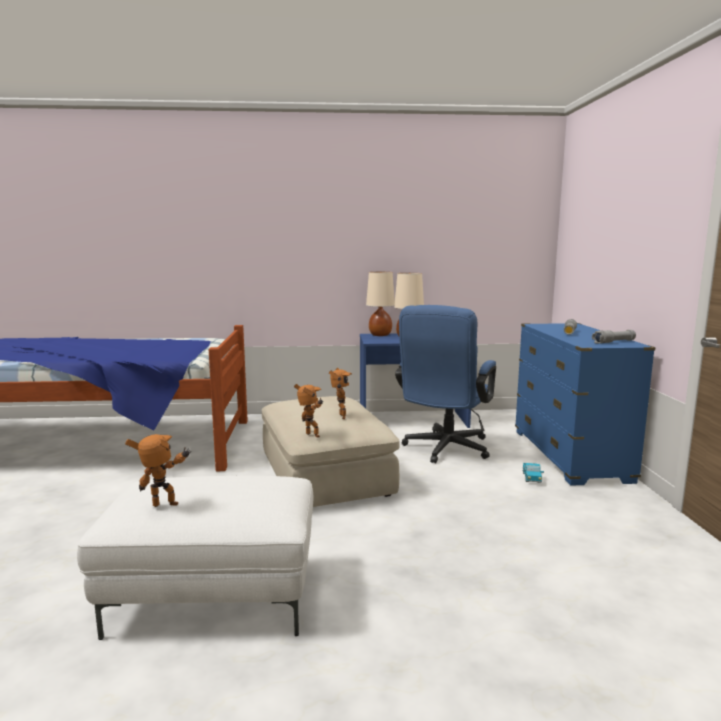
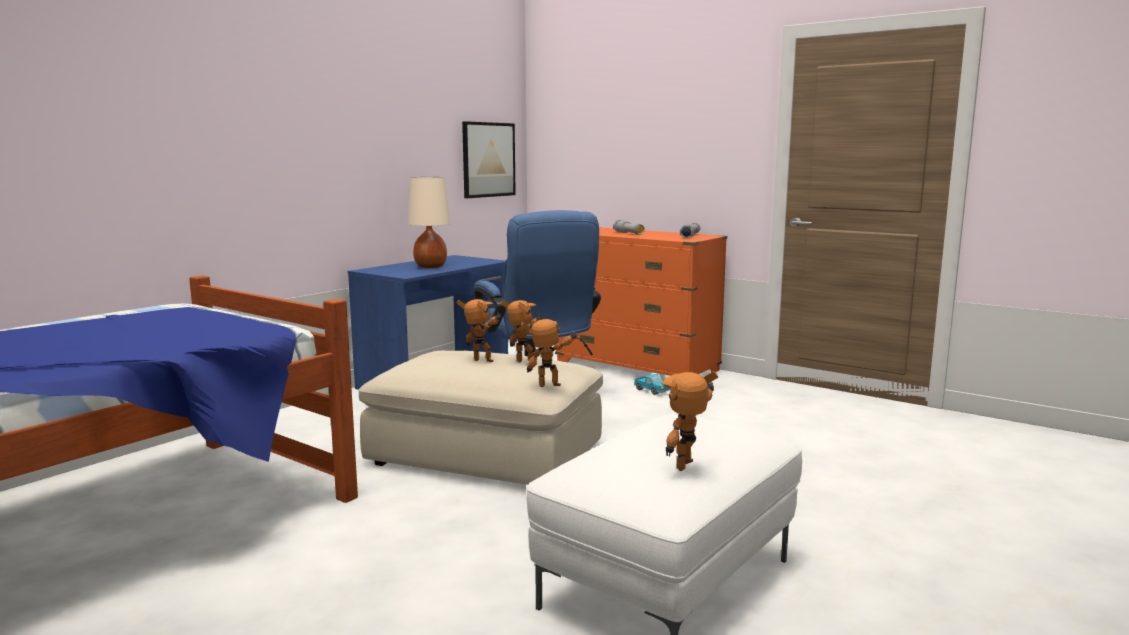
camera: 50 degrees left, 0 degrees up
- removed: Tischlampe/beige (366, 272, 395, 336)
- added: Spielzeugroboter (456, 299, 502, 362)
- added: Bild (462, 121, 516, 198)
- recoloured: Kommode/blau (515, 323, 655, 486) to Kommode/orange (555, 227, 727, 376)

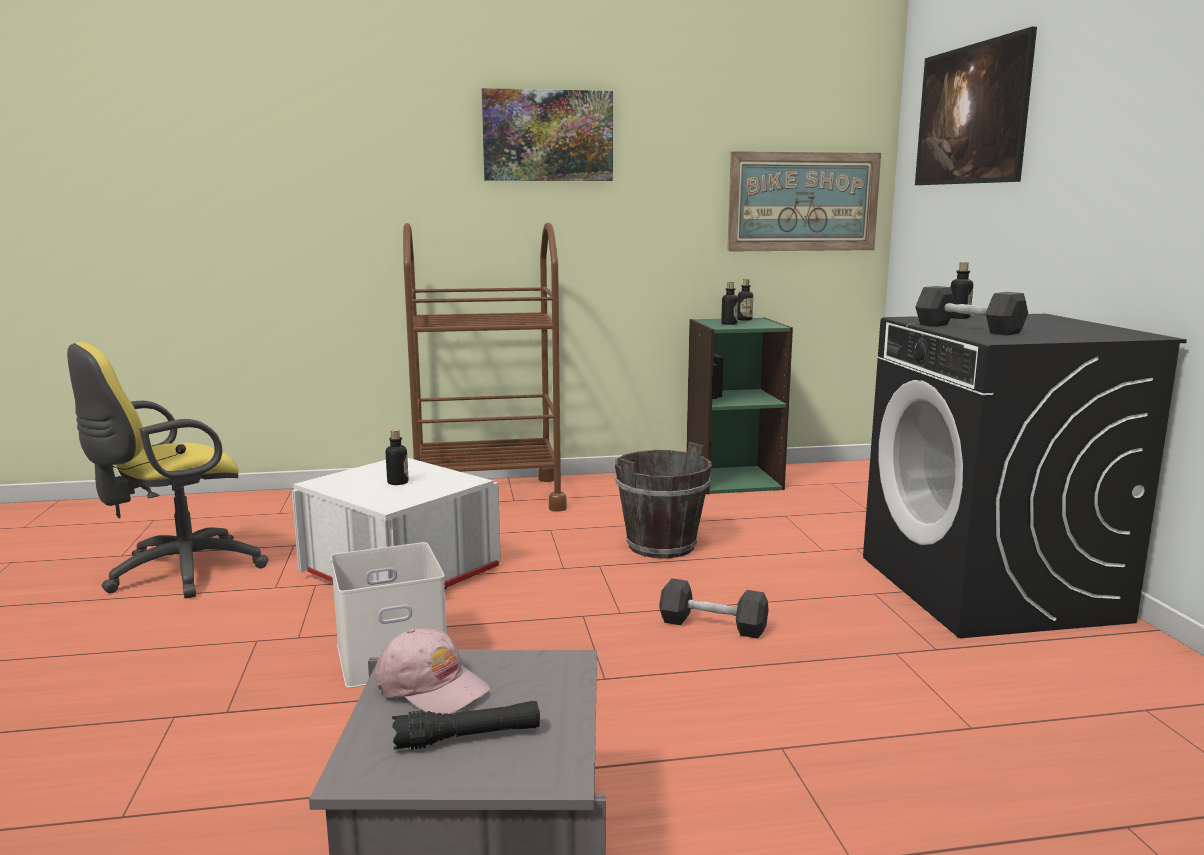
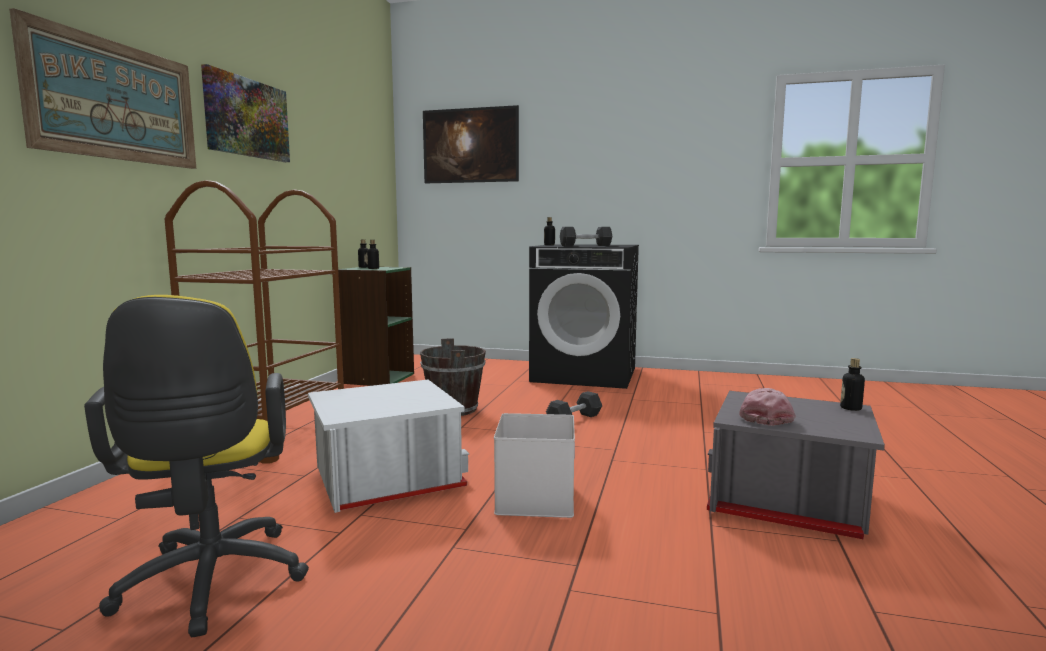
camera: 65 degrees left, 5 degrees down
- removed: Taschenlampe/schwarz (392, 701, 540, 750)
- moved: Flasche (386, 429, 409, 485) to (840, 358, 865, 411)
- moved: Bild (727, 151, 881, 252) to (9, 8, 196, 169)
- turned: Kappe/rosa (374, 628, 490, 714) = (739, 388, 796, 426) 45 degrees counterclockwise

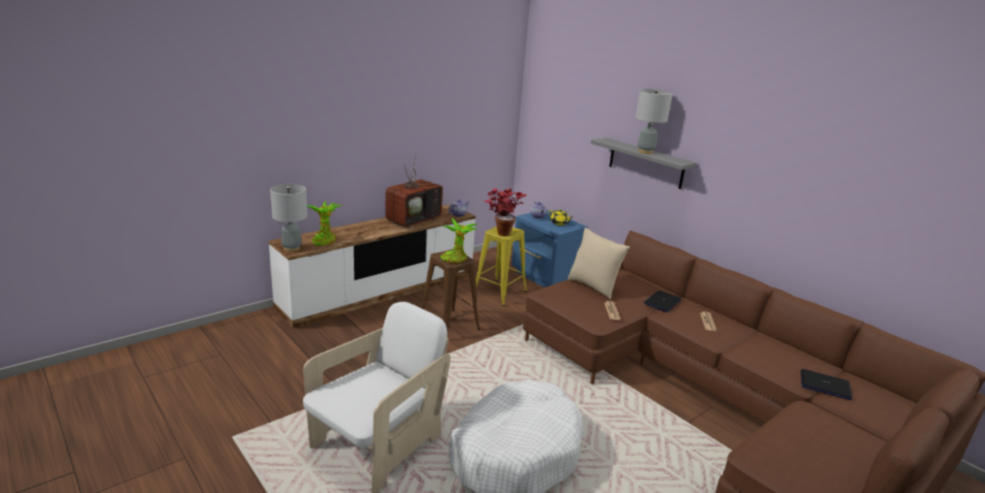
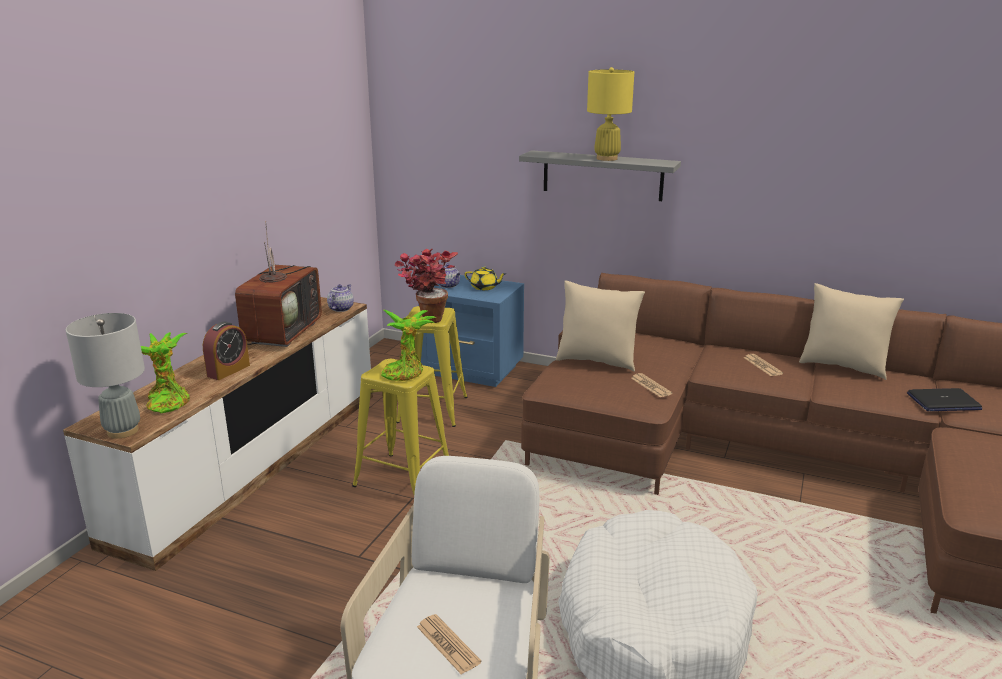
camera: 25 degrees left, 0 degrees up
- removed: Laptop (643, 291, 682, 312)
- added: Wecker (203, 322, 250, 380)
- added: Zeitung (417, 614, 482, 674)
- added: Kissen/beige (799, 283, 904, 380)
- recoloured: Hocker/braun (422, 249, 480, 333) to Hocker/gelb (352, 359, 449, 494)
- recoloured: Tischlampe/grau (635, 89, 672, 154) to Tischlampe/gelb (587, 67, 634, 161)

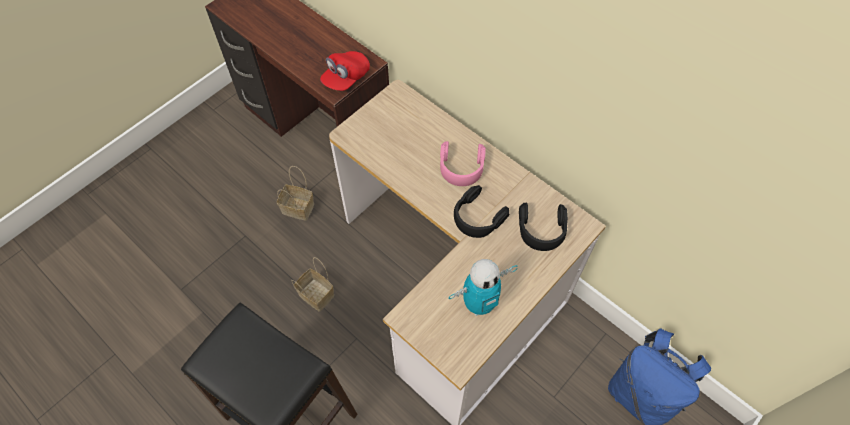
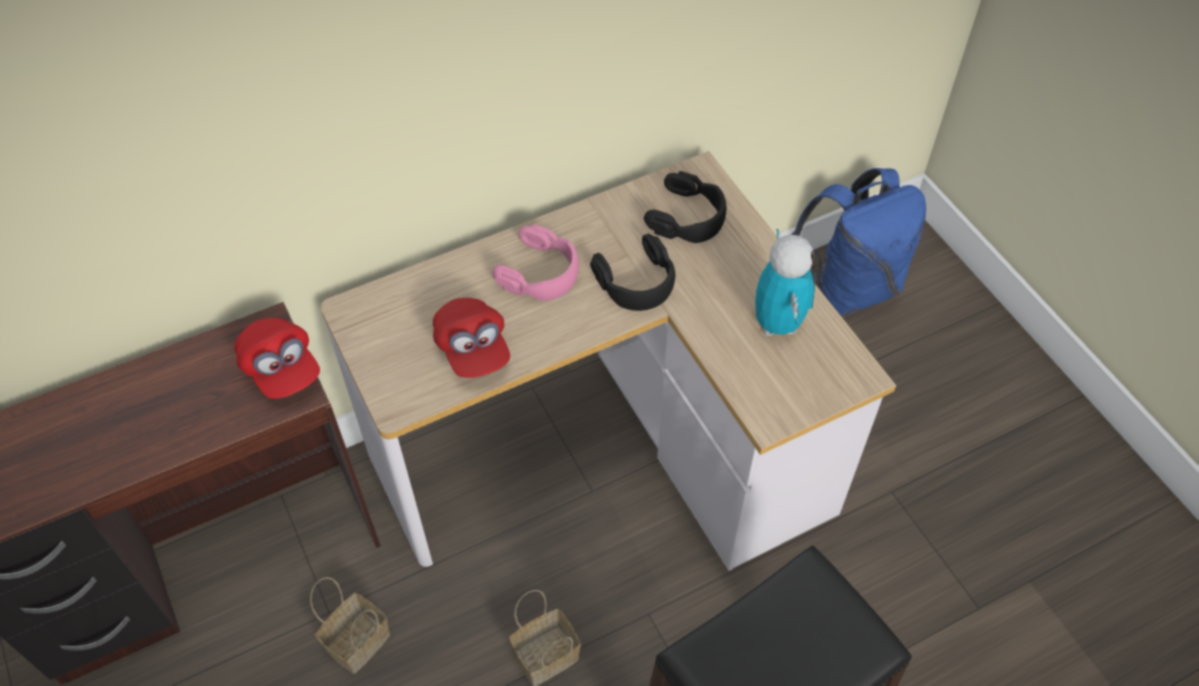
camera: 70 degrees left, 5 degrees down
- added: Kappe/rot (433, 298, 510, 378)

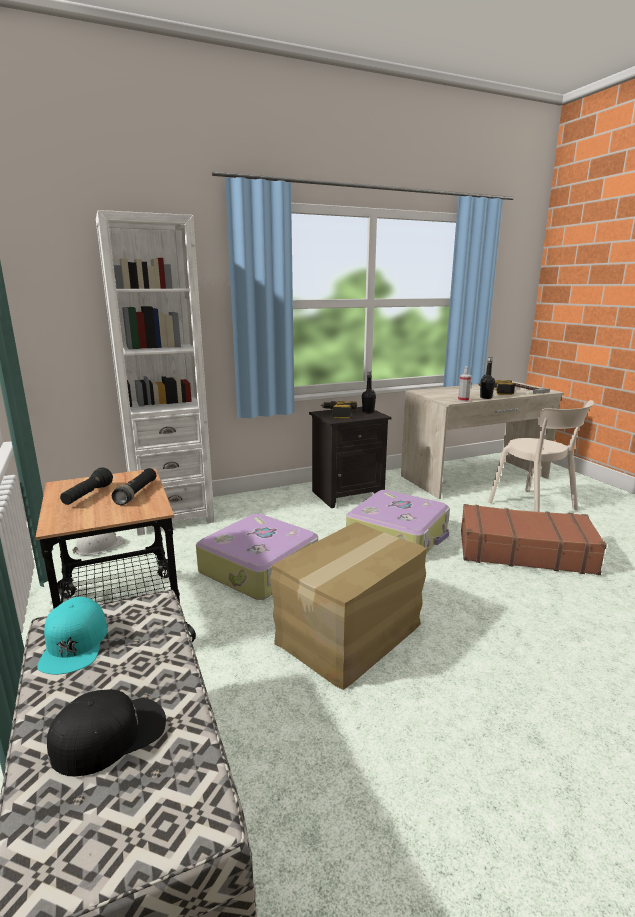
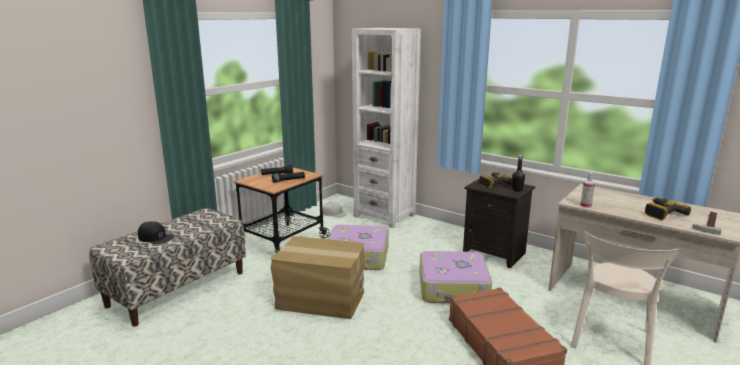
camera: 60 degrees right, 0 degrees up
- removed: Kappe/türkis (37, 597, 108, 675)
- removed: Flasche/schwarz (480, 357, 495, 399)

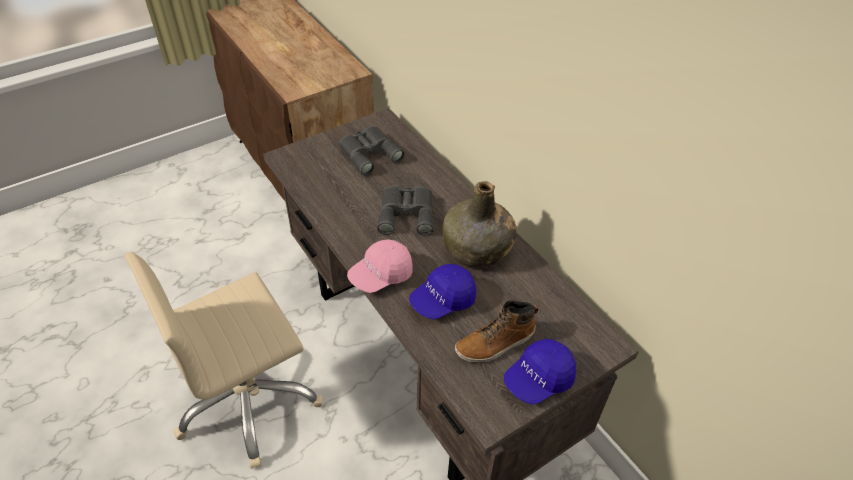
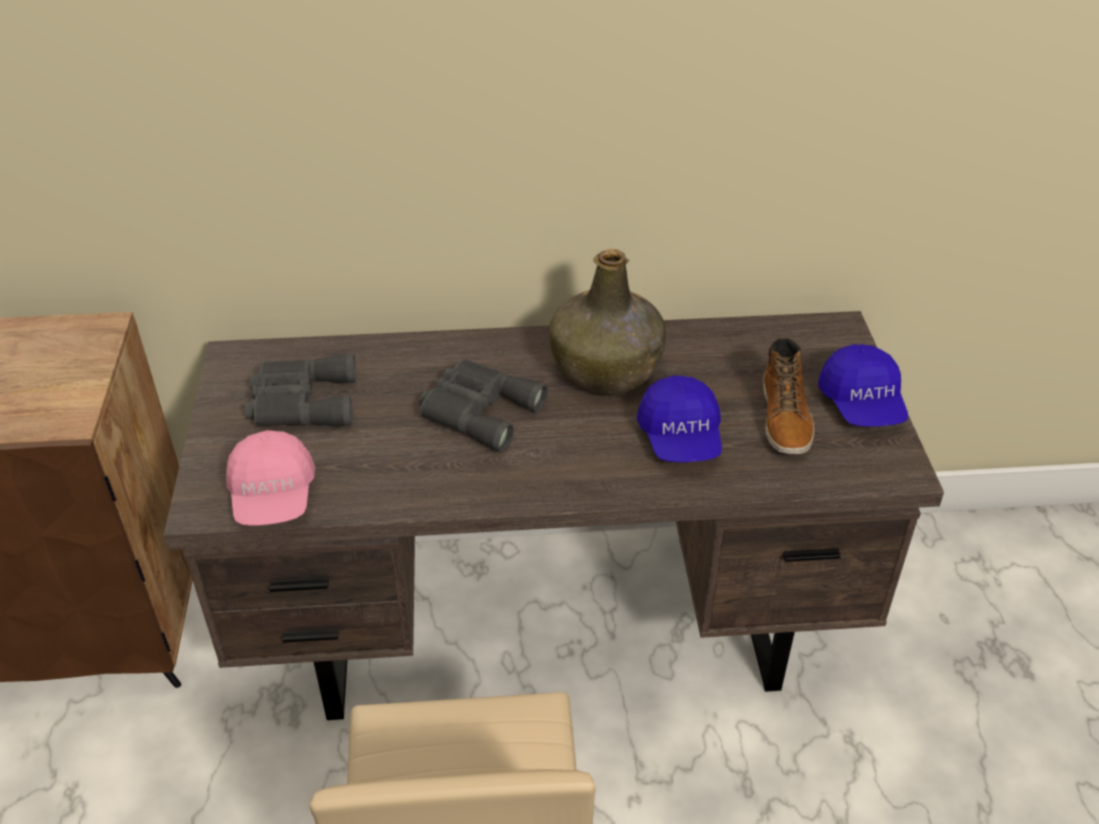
camera: 60 degrees left, 5 degrees down
- moved: Kappe/rosa (347, 239, 413, 293) to (226, 430, 315, 526)

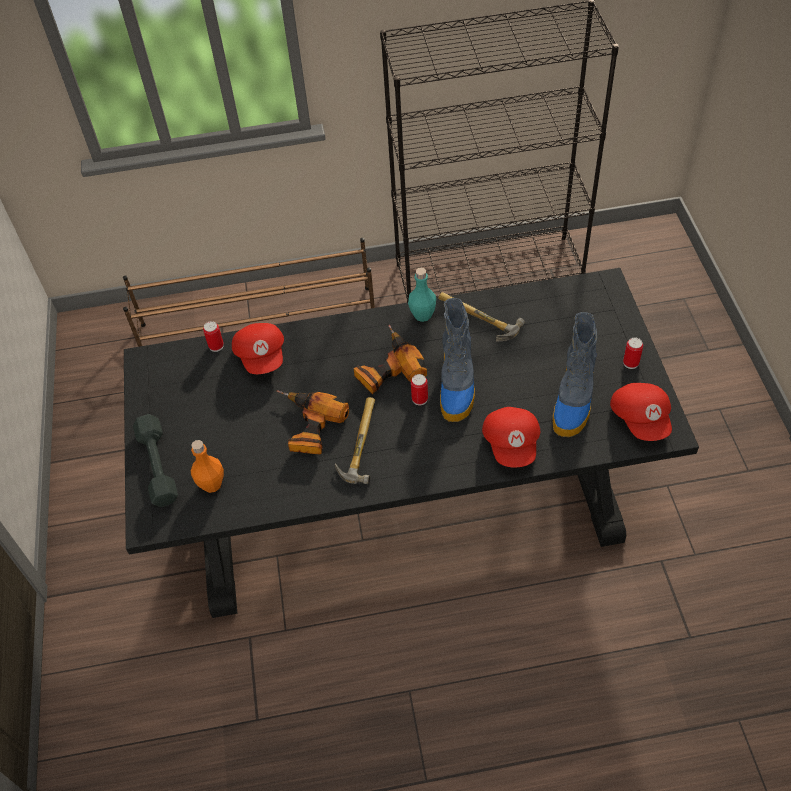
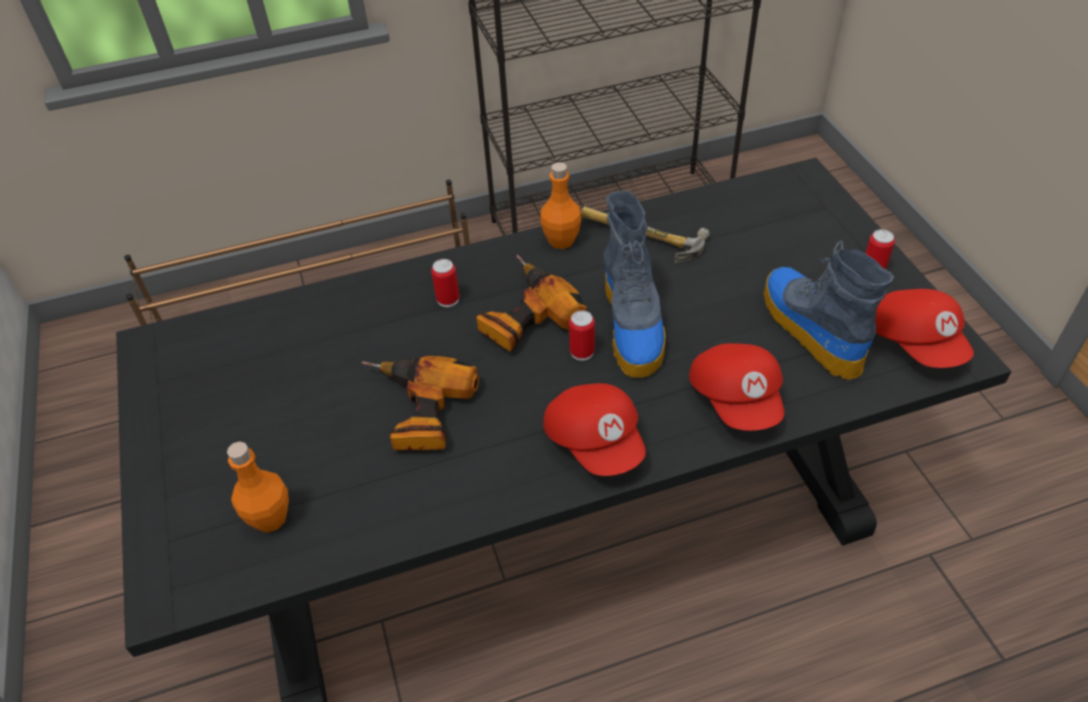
camera: 10 degrees left, 5 degrees down
- removed: Hantel/grau (133, 414, 178, 507)
- removed: Hammer (335, 397, 375, 484)
- moved: Dose (203, 321, 224, 352) to (431, 259, 459, 307)
- moved: Kappe/rot (232, 323, 284, 374) to (543, 383, 646, 476)
- recoloured: Flasche/türkis (408, 267, 436, 322) to Flasche/orange (540, 162, 581, 249)
- turned: Stiefel (553, 312, 597, 437) = (764, 240, 894, 379) 150 degrees clockwise

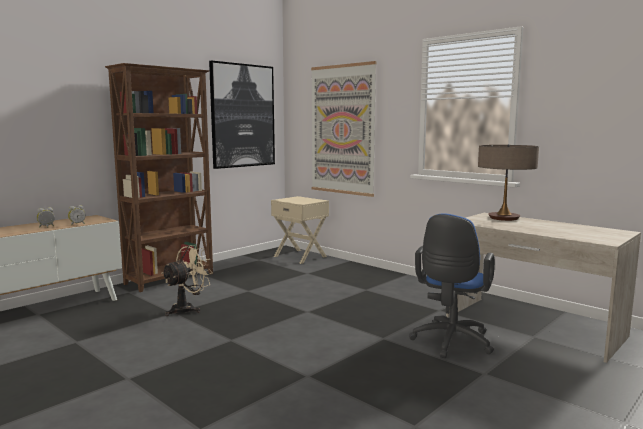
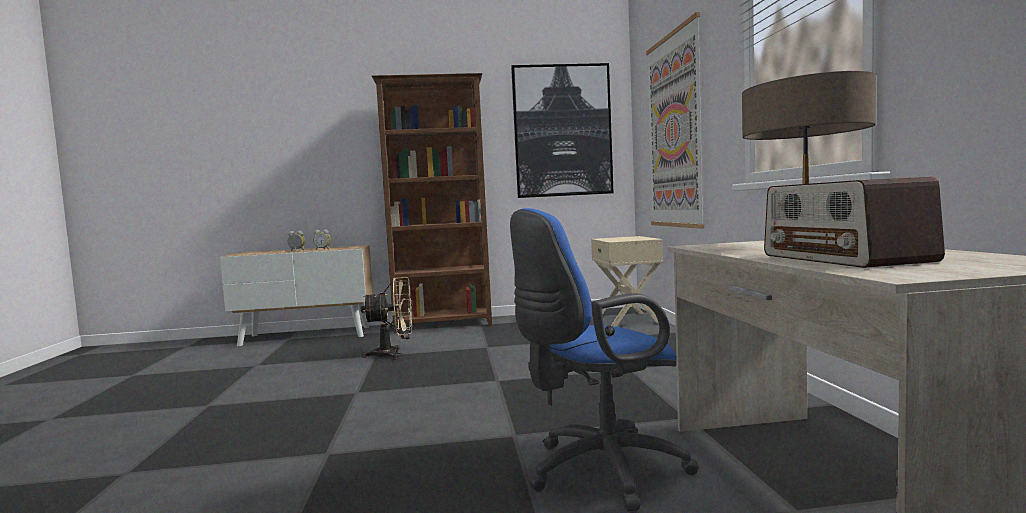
camera: 40 degrees right, 5 degrees down
- added: Radio (764, 177, 945, 268)

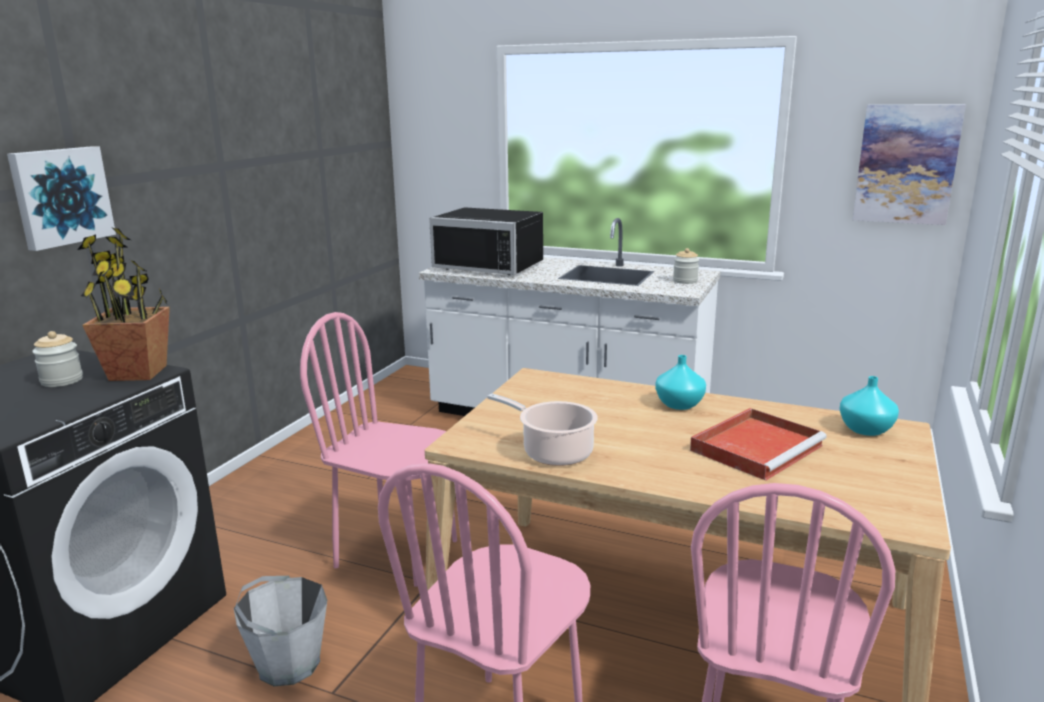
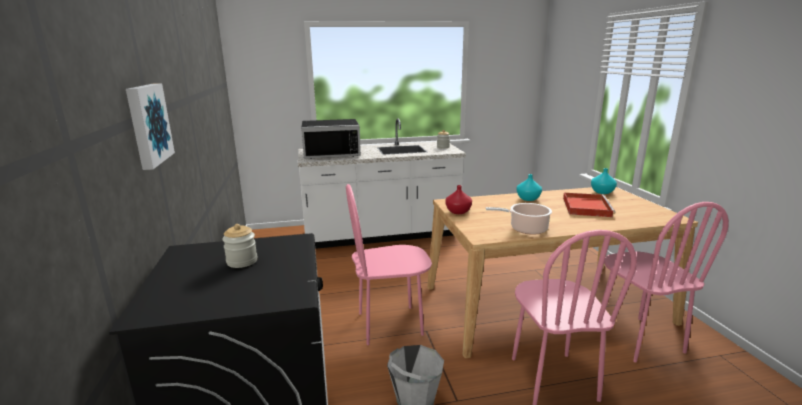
camera: 35 degrees left, 0 degrees up
- removed: Topfpflanze (77, 228, 170, 381)
- removed: Bild (852, 104, 966, 225)
- added: Vase/rot (445, 185, 472, 214)

